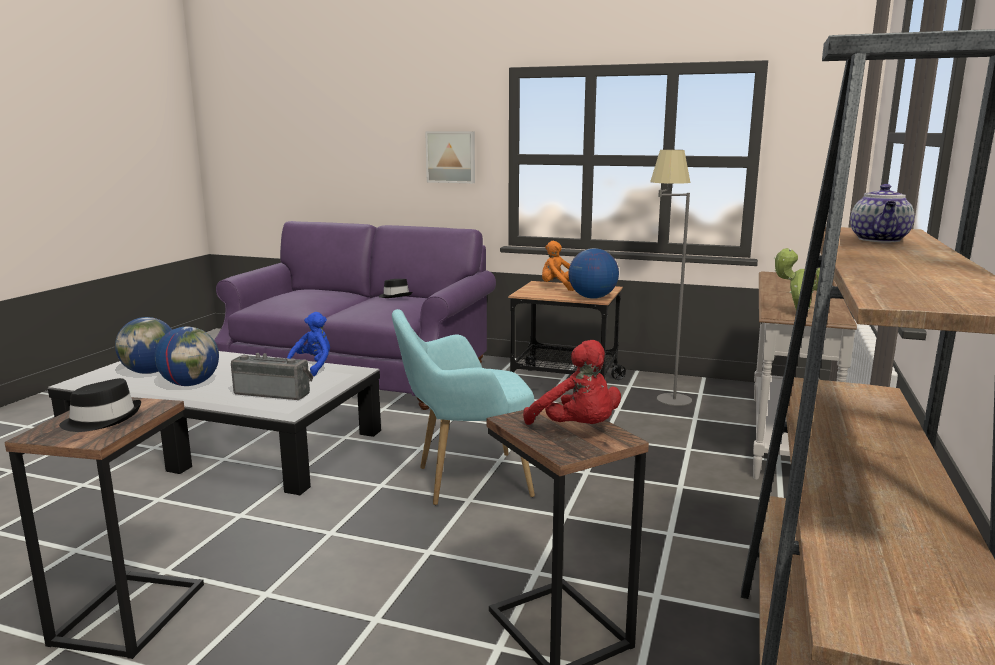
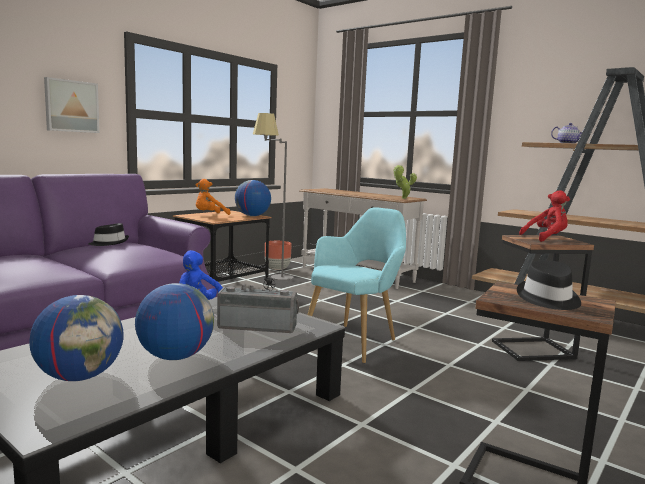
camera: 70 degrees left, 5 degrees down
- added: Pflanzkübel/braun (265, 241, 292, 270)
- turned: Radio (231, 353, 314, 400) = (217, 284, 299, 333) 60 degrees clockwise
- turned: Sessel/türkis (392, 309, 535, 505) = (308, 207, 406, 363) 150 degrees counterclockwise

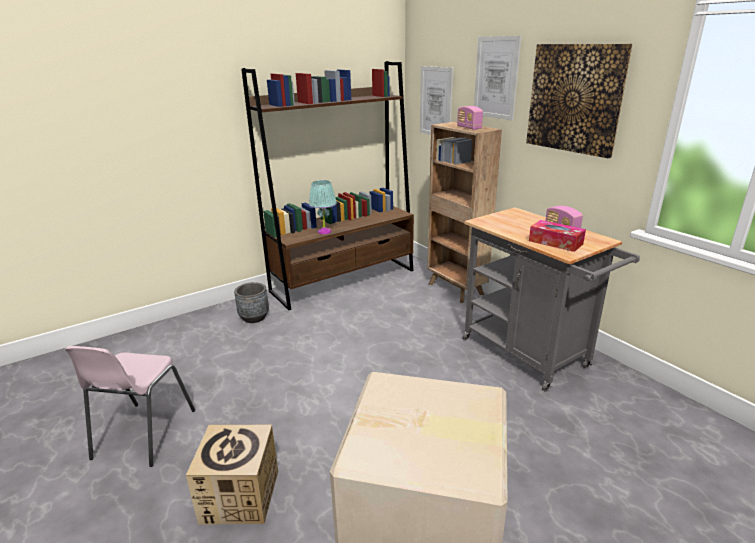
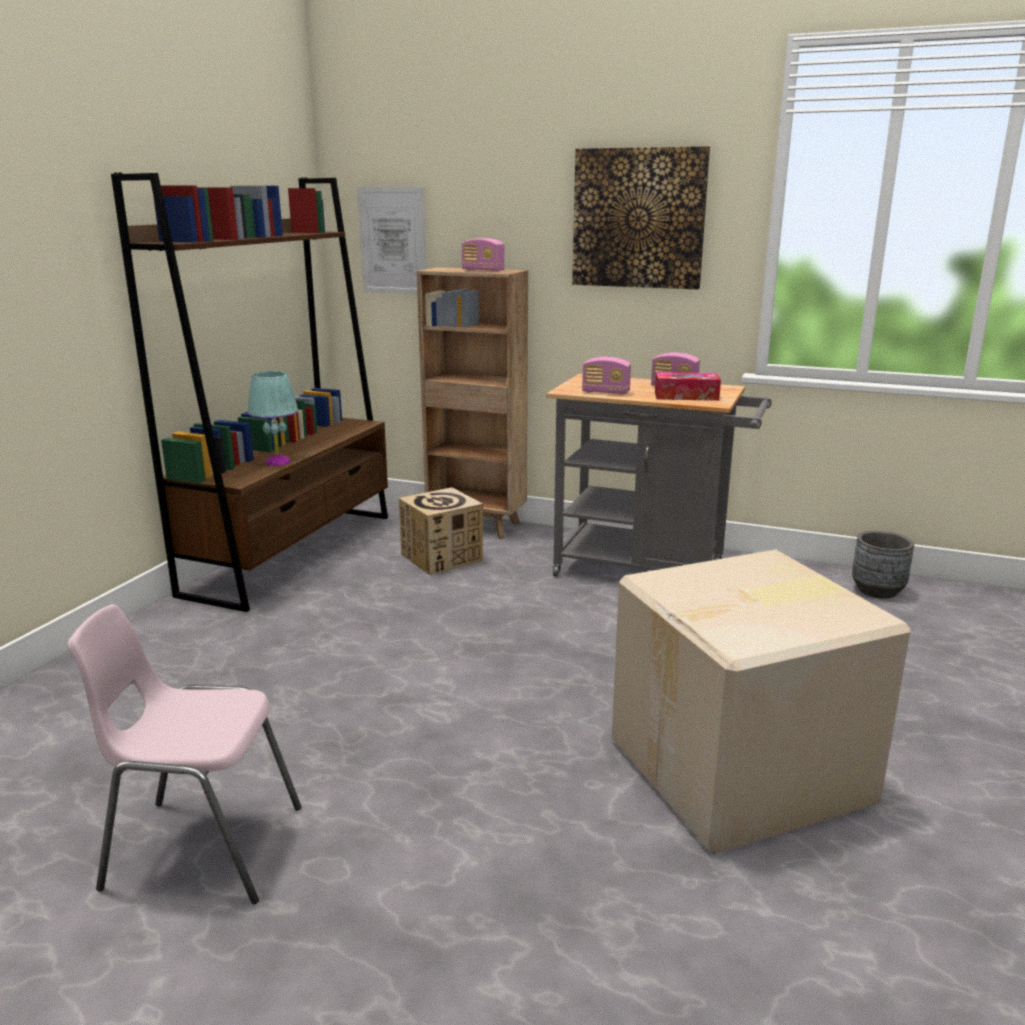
camera: 35 degrees left, 5 degrees down
- removed: Bild (474, 36, 521, 120)
- added: Radio (582, 357, 631, 395)
- moved: Karton (186, 425, 278, 525) to (399, 487, 483, 575)
- moved: Pflanzkübel/grau (234, 282, 269, 323) to (852, 531, 914, 599)
- turned: Stuhl/rosa (65, 346, 195, 467) = (68, 604, 302, 904) 120 degrees clockwise

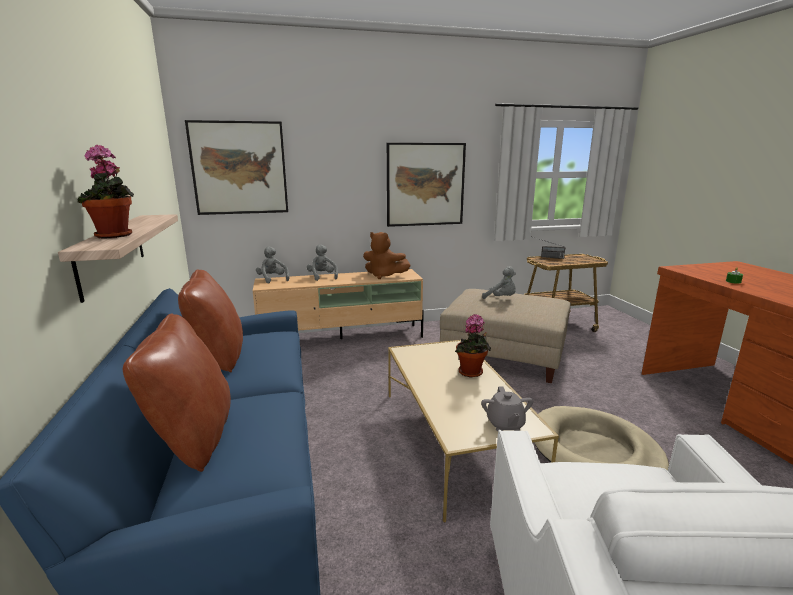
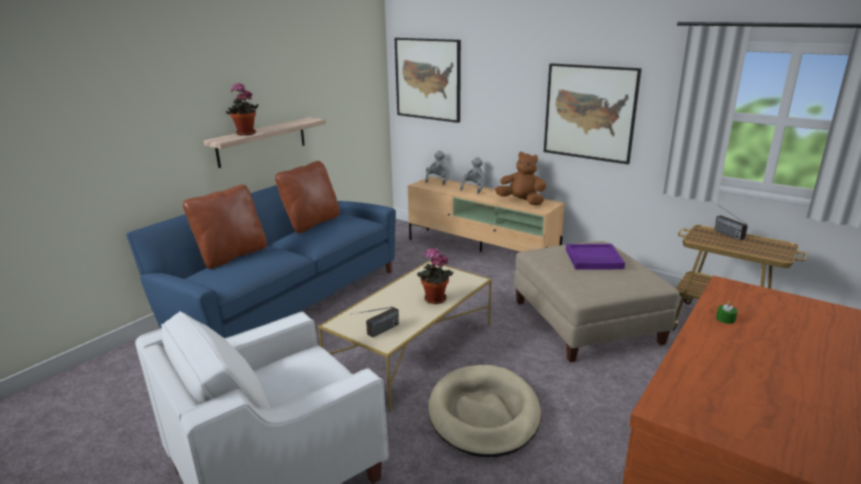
camera: 50 degrees right, 5 degrees up
- replaced: Teekanne/grau (481, 386, 533, 431) to Radio (350, 307, 399, 338)
- replaced: Plüschtier/grau (482, 266, 516, 299) to Tablett/lila (566, 244, 625, 270)
- turned: Plüschtier/braun (363, 232, 411, 279) = (495, 152, 546, 205) 135 degrees clockwise

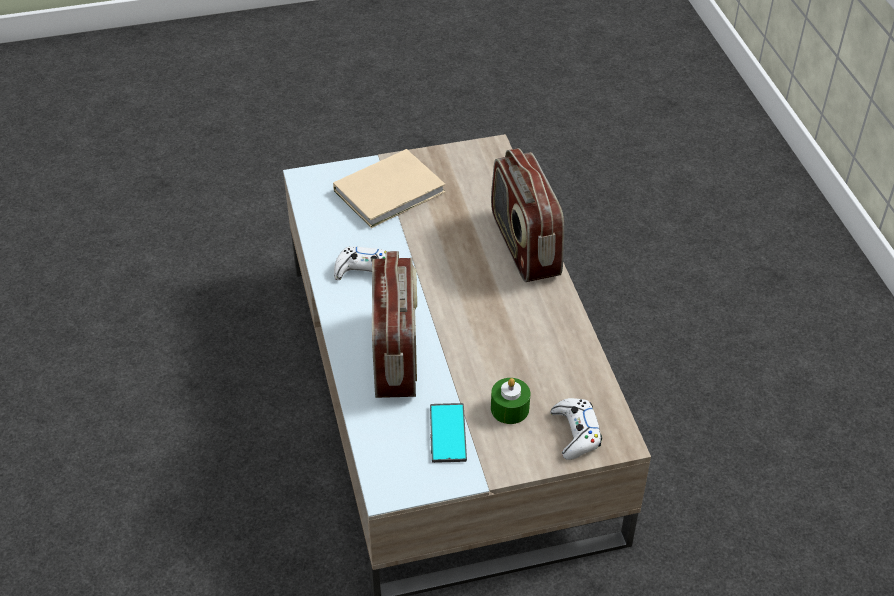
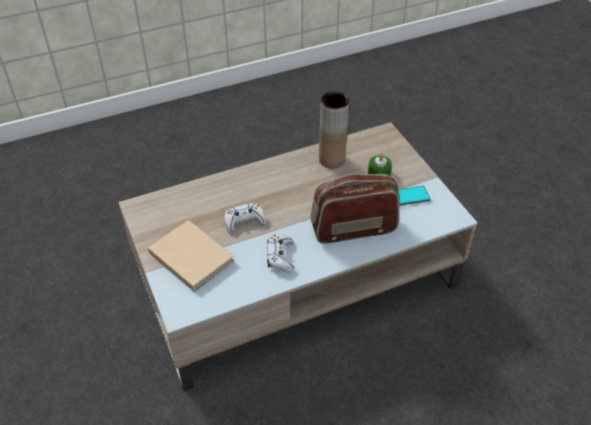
camera: 100 degrees left, 0 degrees up
- removed: Radio (491, 148, 564, 282)
- added: Vase/braun (319, 92, 349, 168)
- moved: Gamepad/weiß (550, 398, 602, 460) to (225, 203, 266, 234)

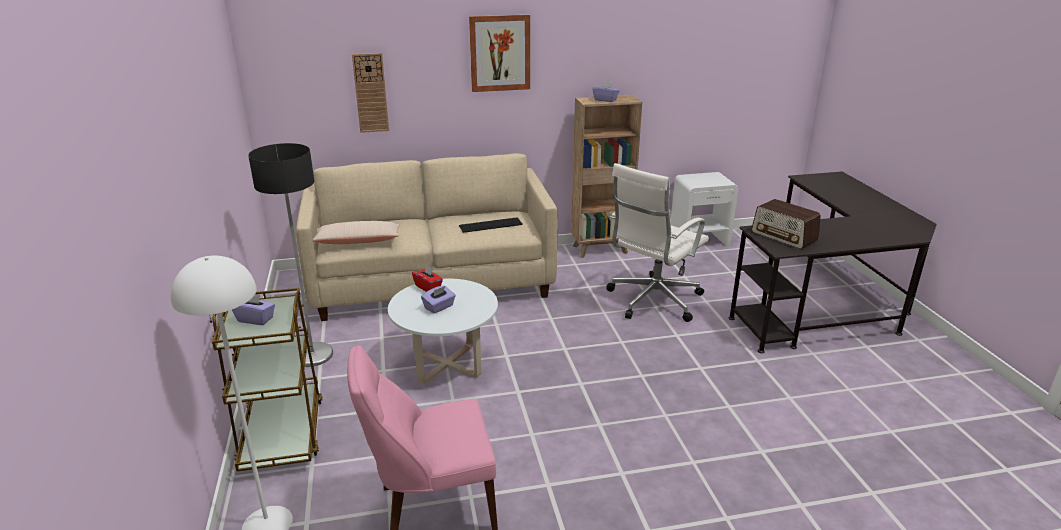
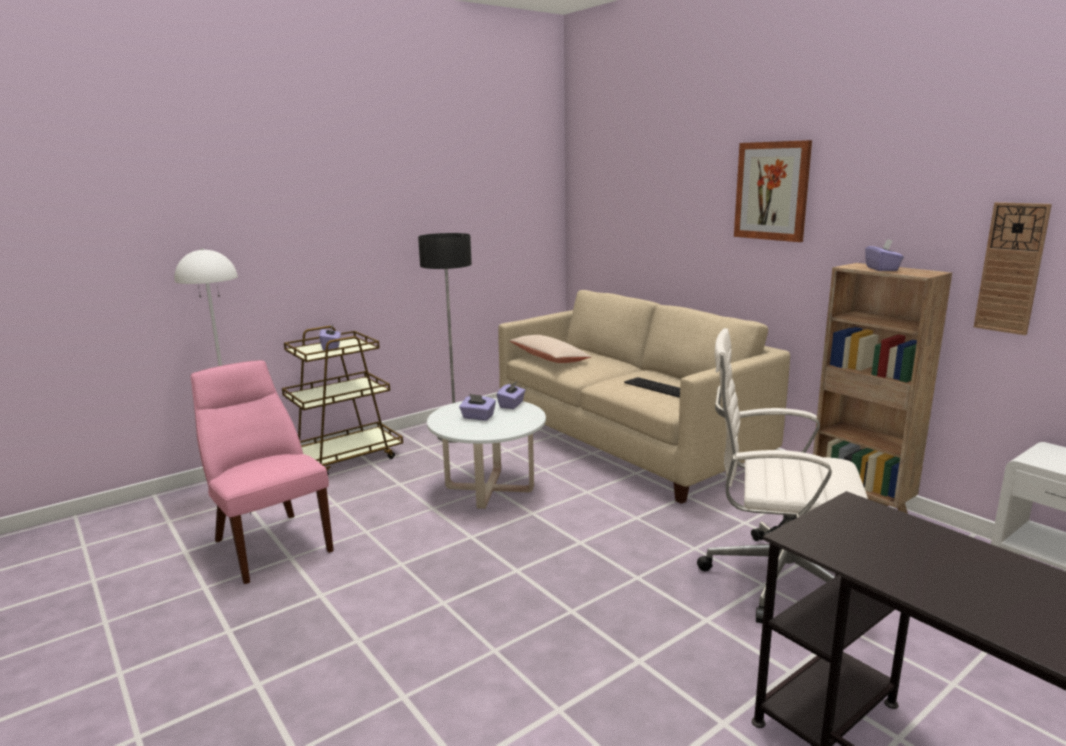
camera: 65 degrees right, 10 degrees down
- removed: Radio (751, 199, 821, 249)
- moved: Wanduhr (352, 53, 389, 133) to (974, 202, 1052, 335)
- recoloured: Taschentuchbox/rot (412, 265, 443, 292) to Taschentuchbox/lila (497, 381, 526, 409)

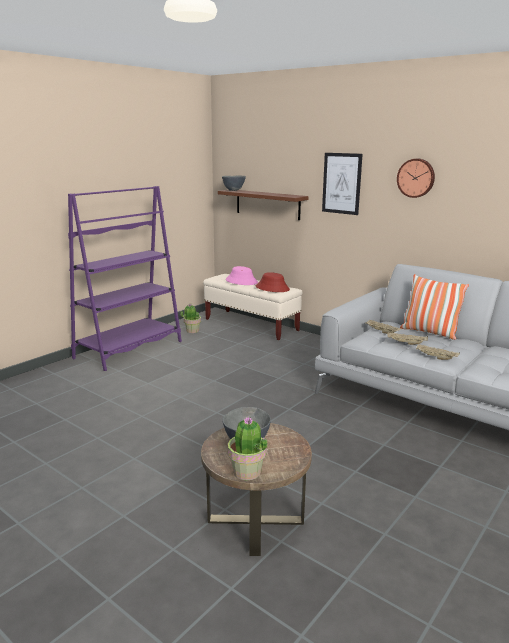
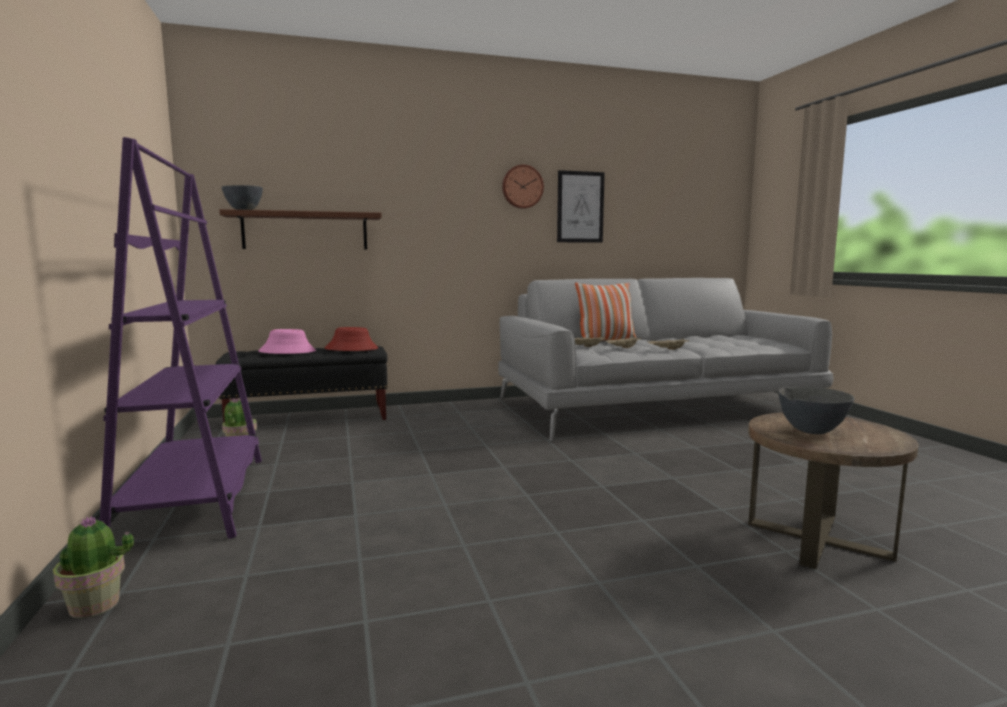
camera: 55 degrees left, 10 degrees down
- moved: Topfpflanze (228, 417, 267, 480) to (53, 516, 134, 618)
- moved: Bild (322, 153, 363, 215) to (557, 170, 605, 243)
- recoloured: Bank/beige (203, 274, 303, 340) to Bank/schwarz (216, 346, 388, 423)

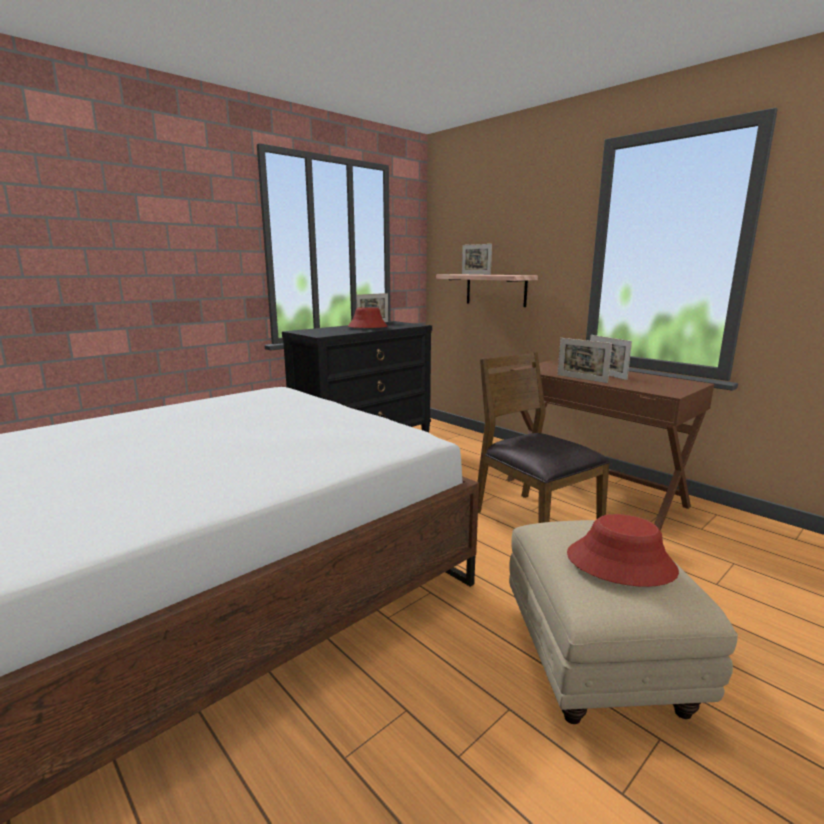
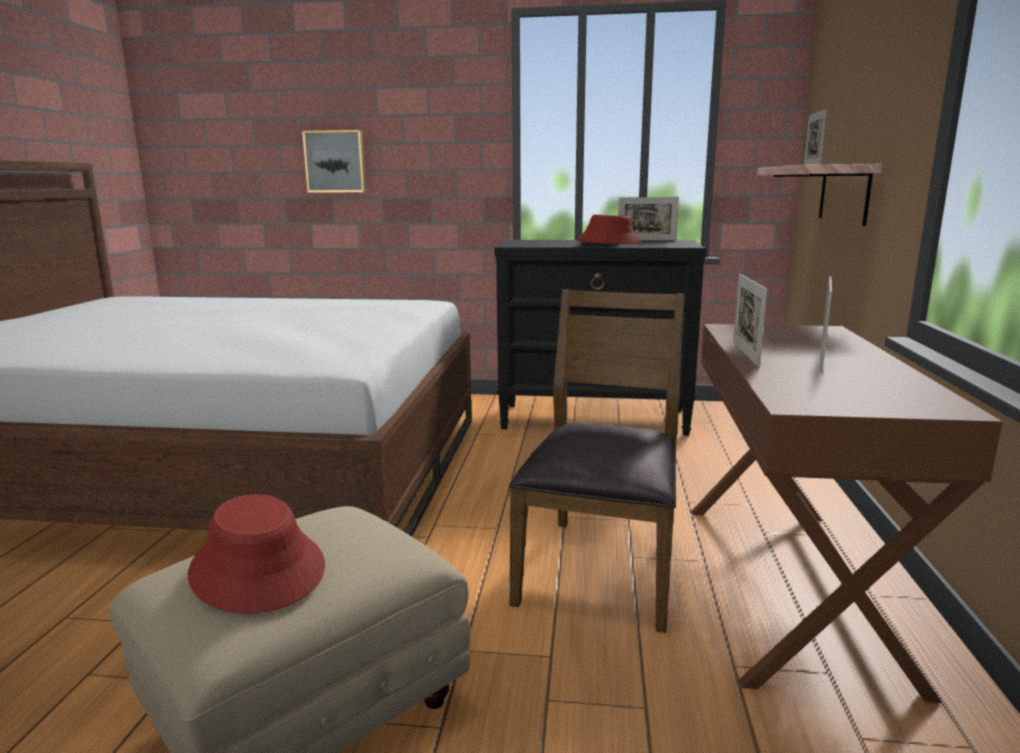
camera: 50 degrees right, 0 degrees up
- added: Bild (302, 130, 366, 193)

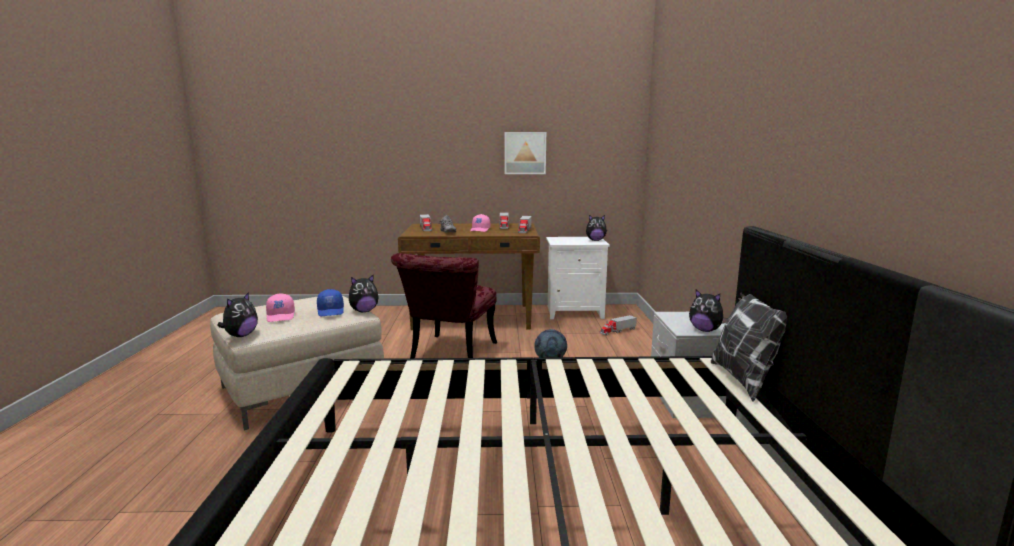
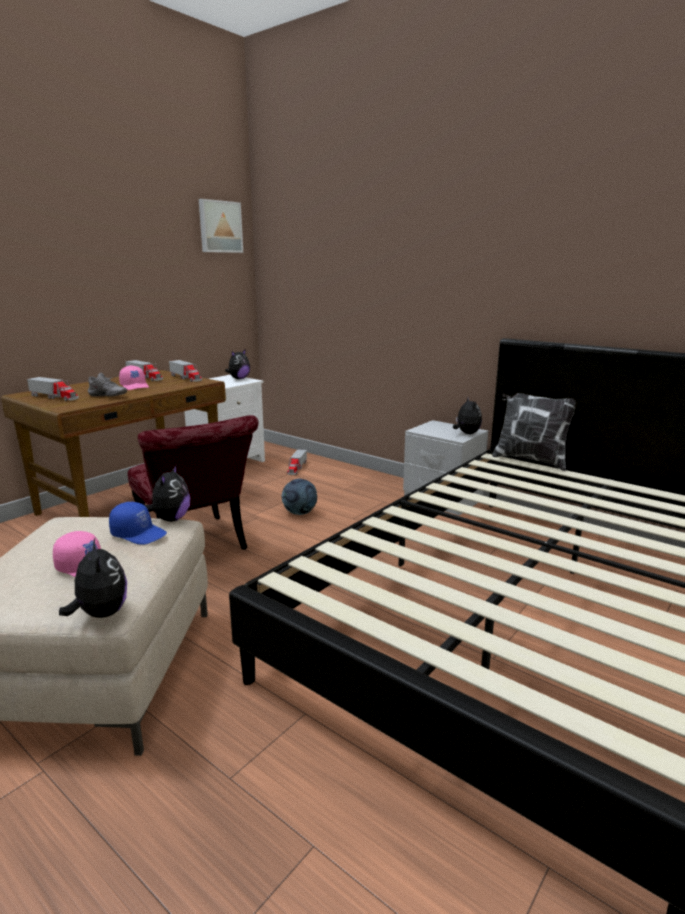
camera: 50 degrees left, 5 degrees up
- moved: Bild (505, 132, 546, 174) to (199, 199, 243, 253)
- turned: Plüschtier (689, 289, 728, 332) = (453, 397, 482, 434) 90 degrees counterclockwise

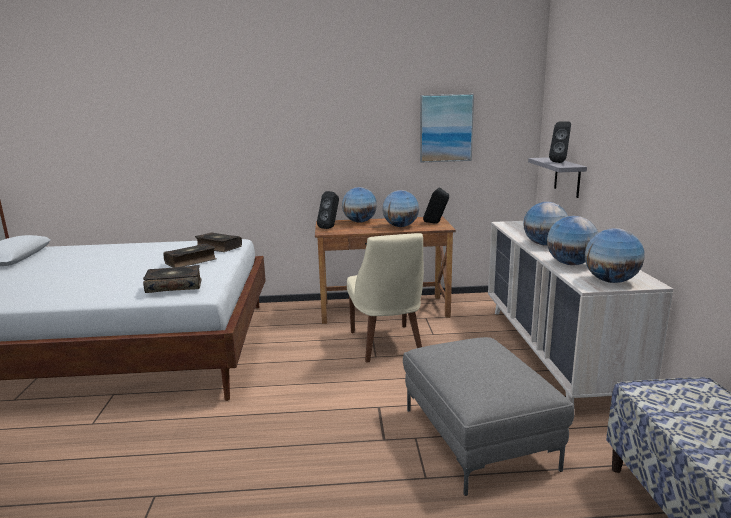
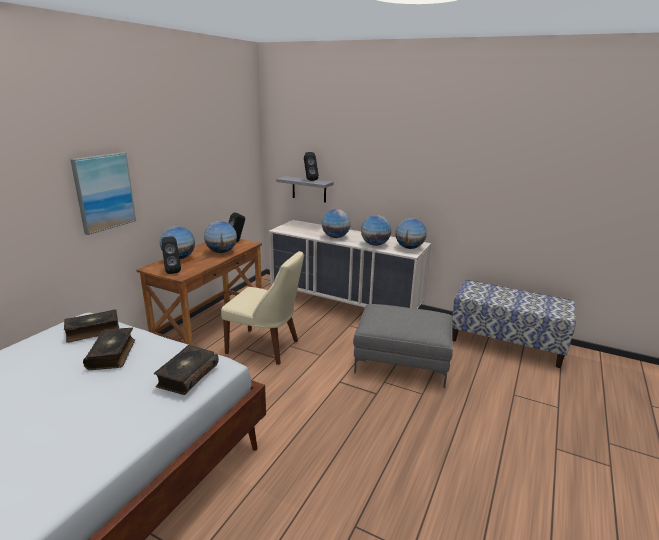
camera: 60 degrees left, 5 degrees up
- moved: Bild (420, 94, 474, 162) to (70, 152, 136, 235)

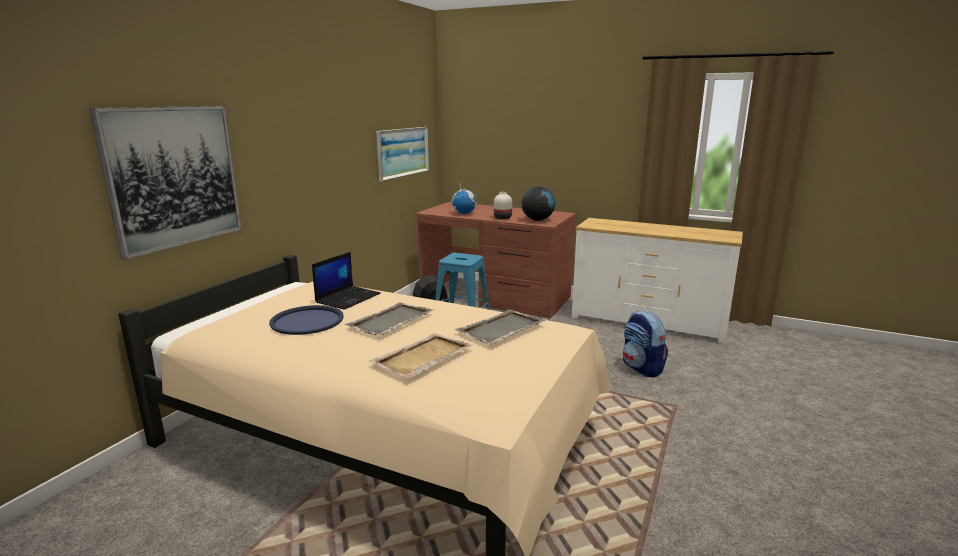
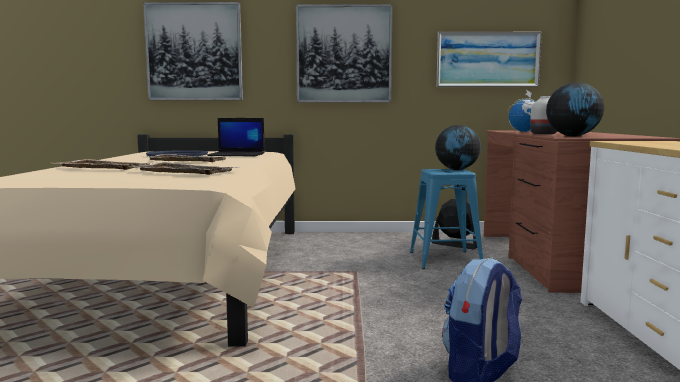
camera: 65 degrees right, 10 degrees down
- added: Bild (296, 4, 393, 102)
- added: Globus (435, 125, 481, 170)

